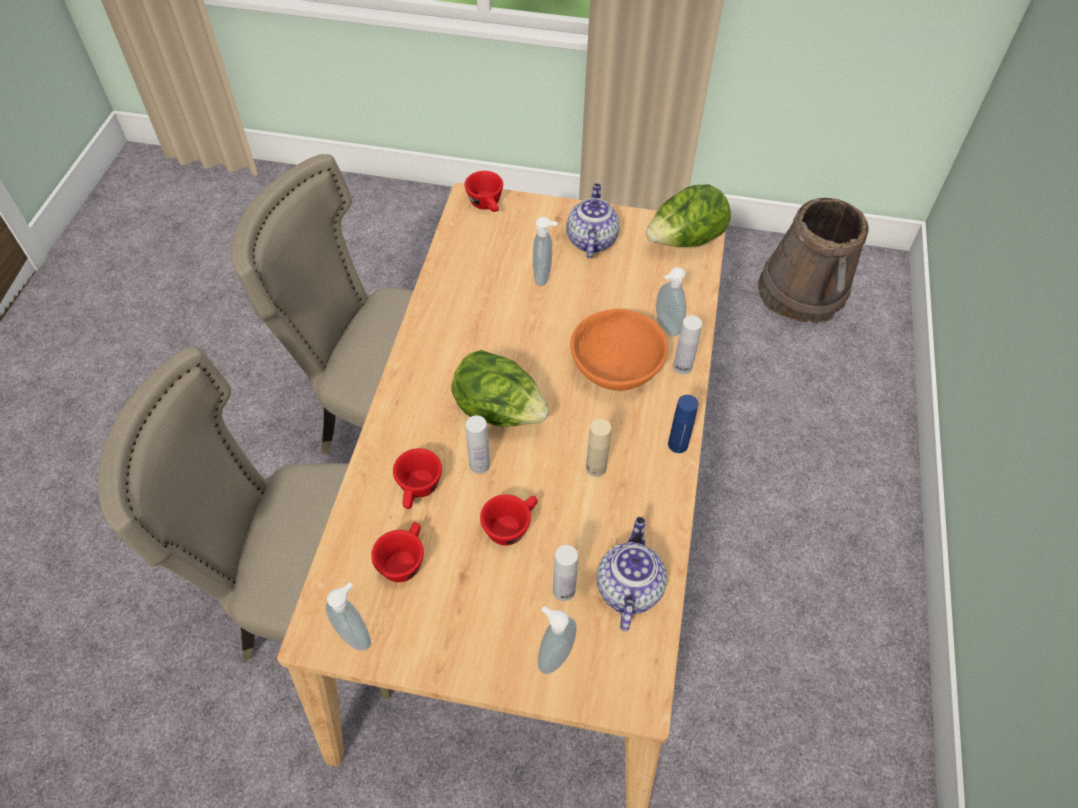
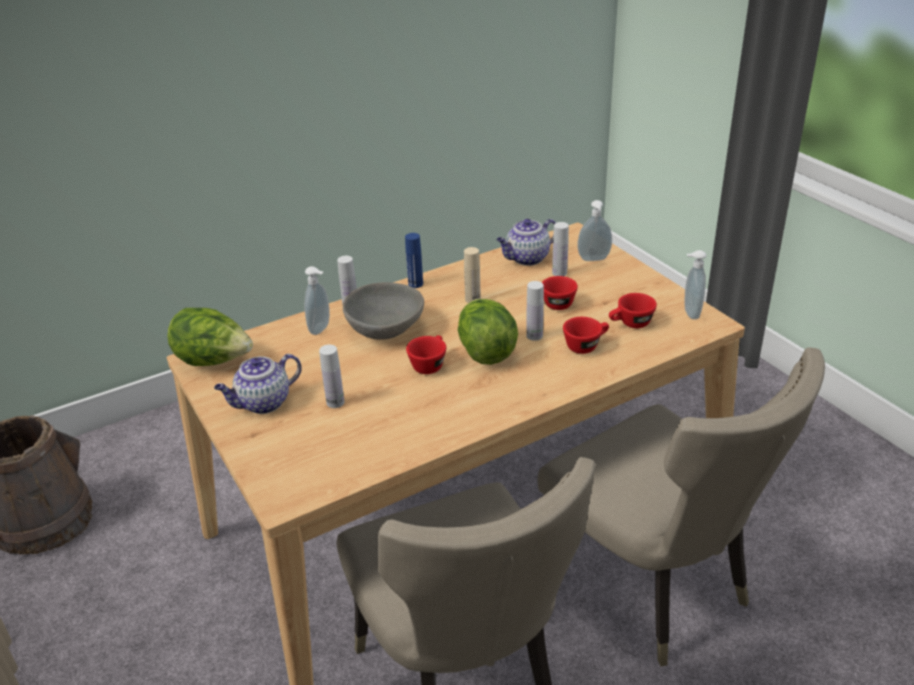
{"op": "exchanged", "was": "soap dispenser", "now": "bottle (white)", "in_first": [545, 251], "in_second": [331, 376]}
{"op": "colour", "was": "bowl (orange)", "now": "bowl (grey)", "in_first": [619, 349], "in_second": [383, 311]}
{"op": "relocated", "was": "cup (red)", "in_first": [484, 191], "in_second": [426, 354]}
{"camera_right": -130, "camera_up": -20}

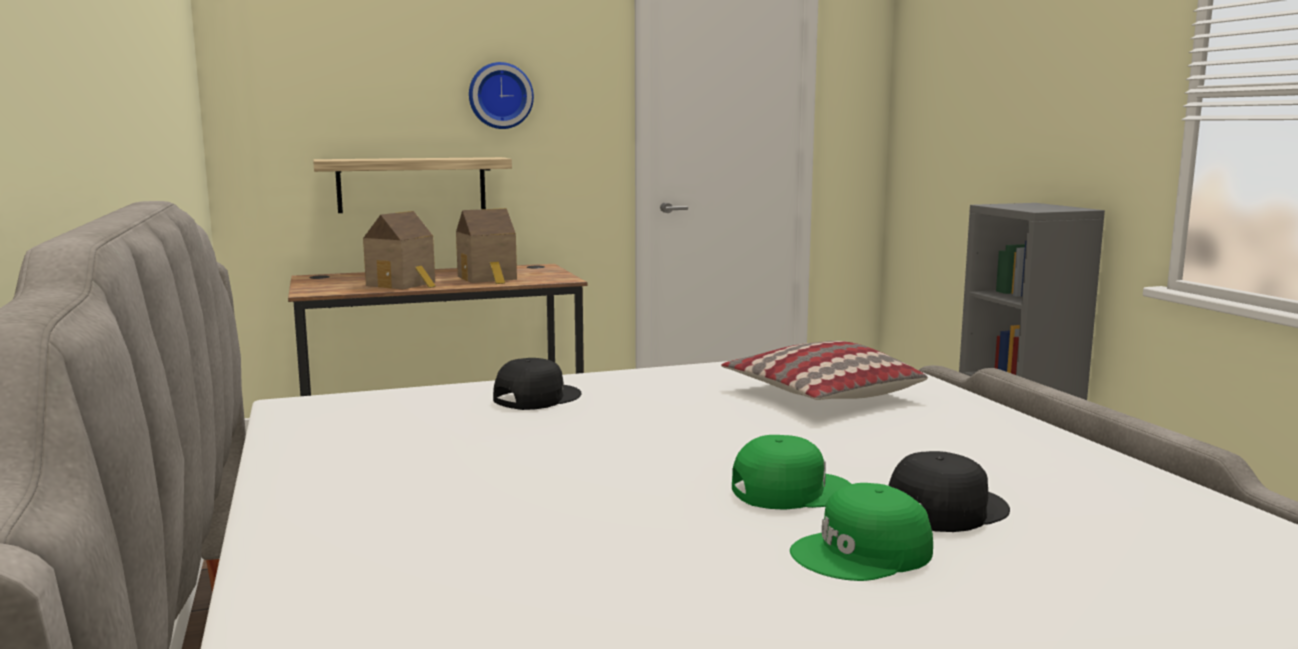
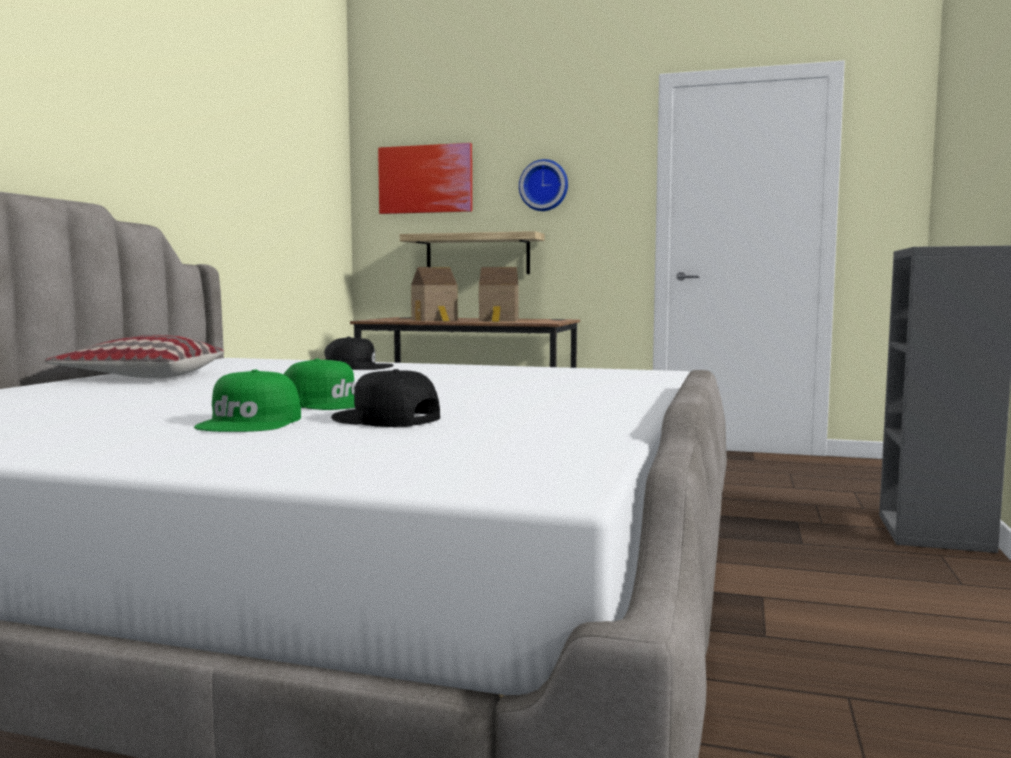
{"op": "relocated", "was": "pillow", "in_first": [824, 370], "in_second": [134, 356]}
{"op": "spun", "was": "cap (green)", "in_first": [861, 532], "in_second": [247, 401], "clockwise": -90}
{"op": "spun", "was": "cap (black)", "in_first": [949, 491], "in_second": [385, 398], "clockwise": -150}
{"op": "appeared", "now": "picture", "in_second": [425, 178]}
{"camera_right": 35, "camera_up": -5}

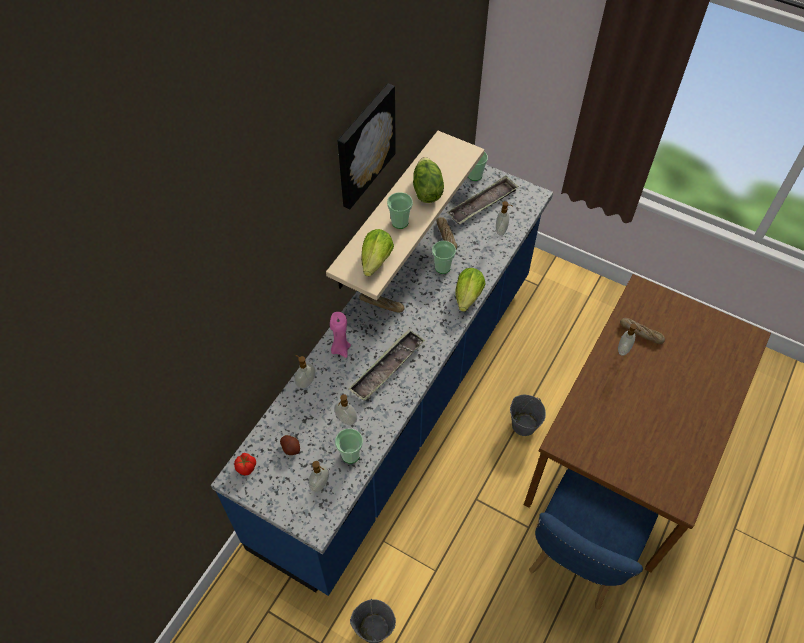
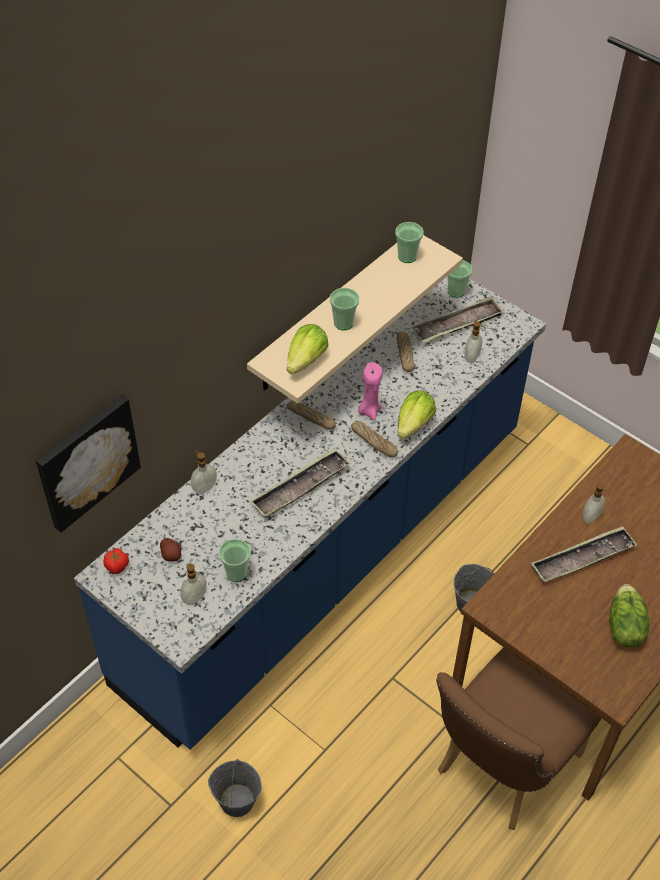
{"op": "relocated", "was": "picture", "in_first": [366, 146], "in_second": [88, 464]}
{"op": "relocated", "was": "bread", "in_first": [642, 331], "in_second": [374, 439]}
{"op": "relocated", "was": "candle (pink)", "in_first": [340, 335], "in_second": [370, 391]}
{"op": "relocated", "was": "cup", "in_first": [444, 257], "in_second": [409, 242]}
{"op": "colour", "was": "chair (blue)", "now": "chair (brown)", "in_first": [594, 539], "in_second": [518, 739]}
{"op": "appeared", "now": "tray", "in_second": [584, 554]}
{"op": "relocated", "was": "lettuce", "in_first": [428, 180], "in_second": [629, 616]}
{"op": "missing", "was": "soap dispenser", "in_first": [345, 409]}
{"camera_right": 10, "camera_up": -5}

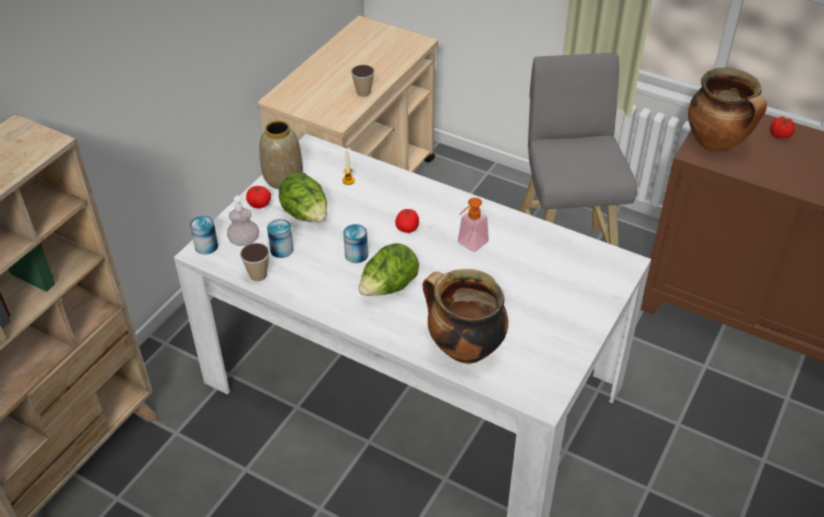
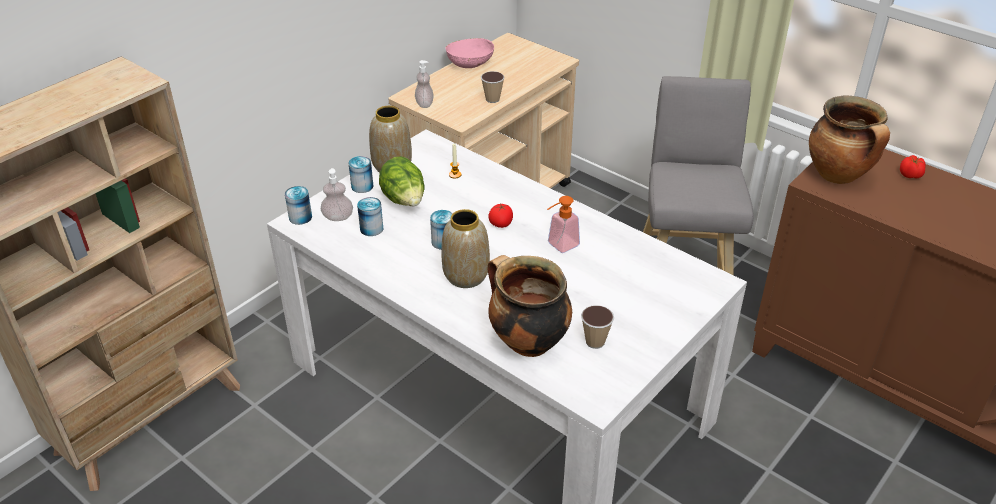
{"op": "exchanged", "was": "tomato", "now": "can", "in_first": [258, 197], "in_second": [360, 174]}
{"op": "appeared", "now": "soap dispenser", "in_second": [424, 84]}
{"op": "exchanged", "was": "lettuce", "now": "vase", "in_first": [389, 269], "in_second": [465, 248]}
{"op": "appeared", "now": "bowl (pink)", "in_second": [469, 53]}
{"op": "relocated", "was": "cup", "in_first": [255, 262], "in_second": [597, 327]}
{"camera_right": 10, "camera_up": -5}

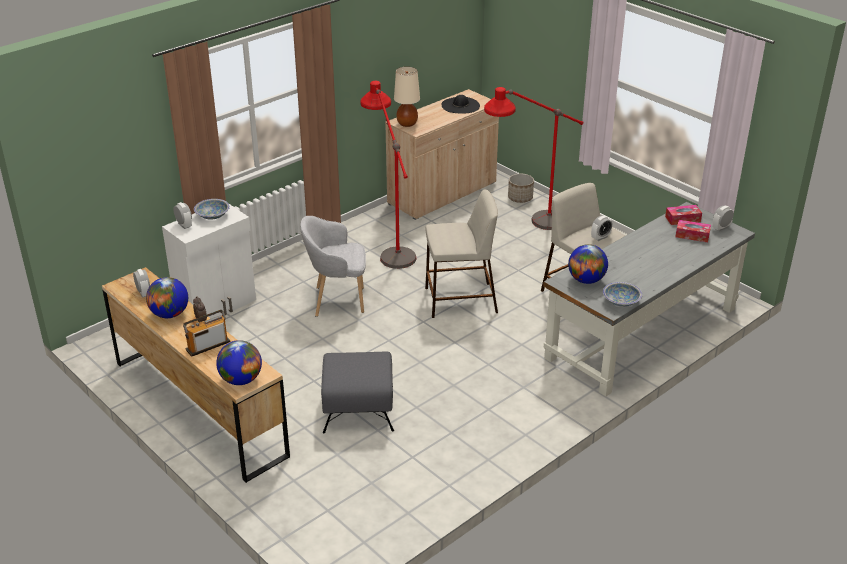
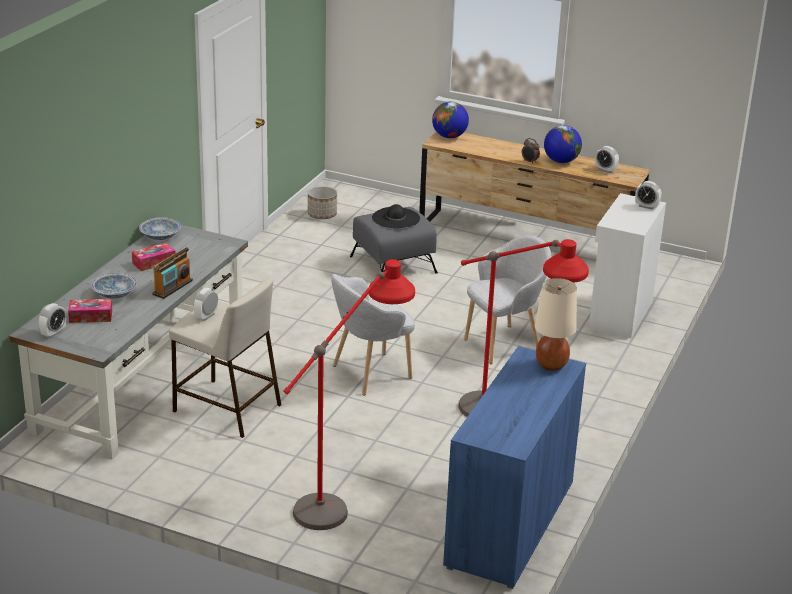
{"op": "relocated", "was": "bowl", "in_first": [212, 209], "in_second": [114, 286]}
{"op": "relocated", "was": "tissue box", "in_first": [683, 215], "in_second": [153, 257]}
{"op": "relocated", "was": "radio", "in_first": [207, 333], "in_second": [172, 273]}
{"op": "relocated", "was": "planter", "in_first": [521, 188], "in_second": [322, 202]}
{"op": "exchanged", "was": "stool (beige)", "now": "armchair (grey)", "in_first": [461, 253], "in_second": [373, 334]}
{"op": "relocated", "was": "hat (black)", "in_first": [461, 104], "in_second": [396, 216]}
{"op": "colour", "was": "cabinet (beige)", "now": "cabinet (blue)", "in_first": [442, 154], "in_second": [514, 467]}
{"op": "missing", "was": "globe", "in_first": [588, 264]}
{"camera_right": 155, "camera_up": -5}

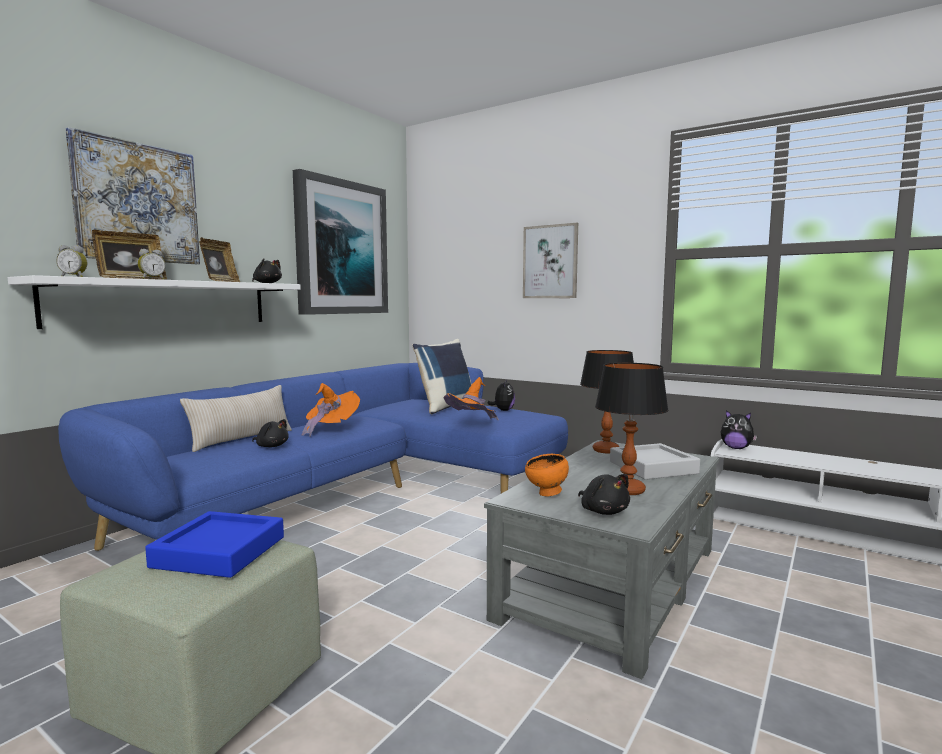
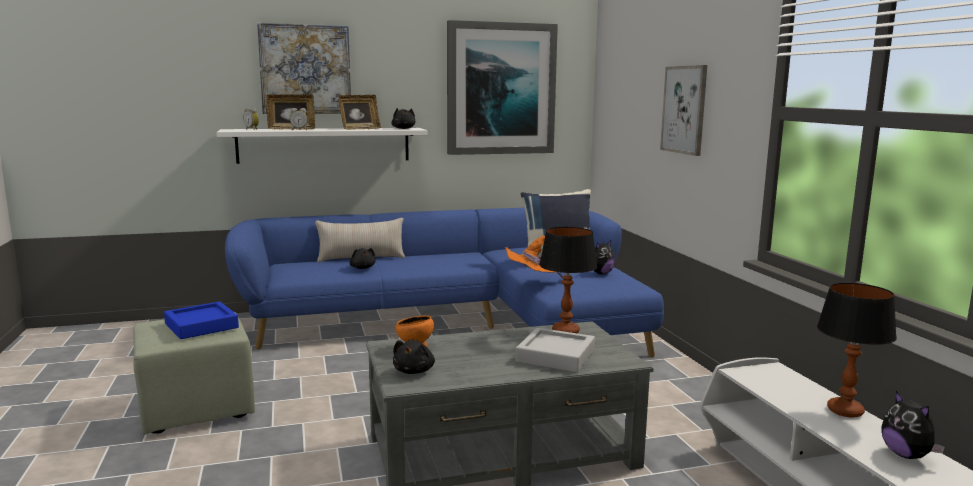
{"op": "relocated", "was": "table lamp", "in_first": [632, 429], "in_second": [857, 350]}
{"op": "relocated", "was": "plush toy", "in_first": [739, 429], "in_second": [913, 425]}
{"op": "missing", "was": "hat (orange)", "in_first": [330, 410]}
{"camera_right": 40, "camera_up": 5}

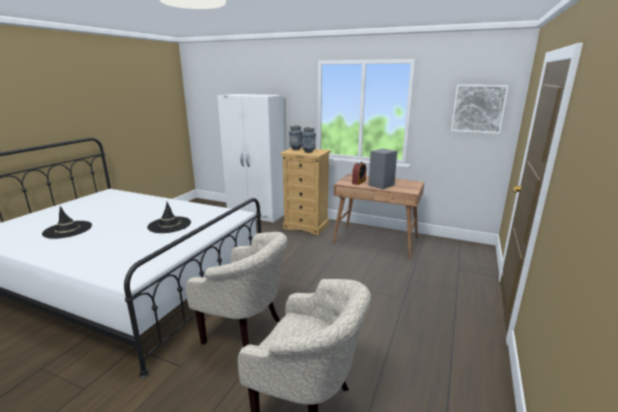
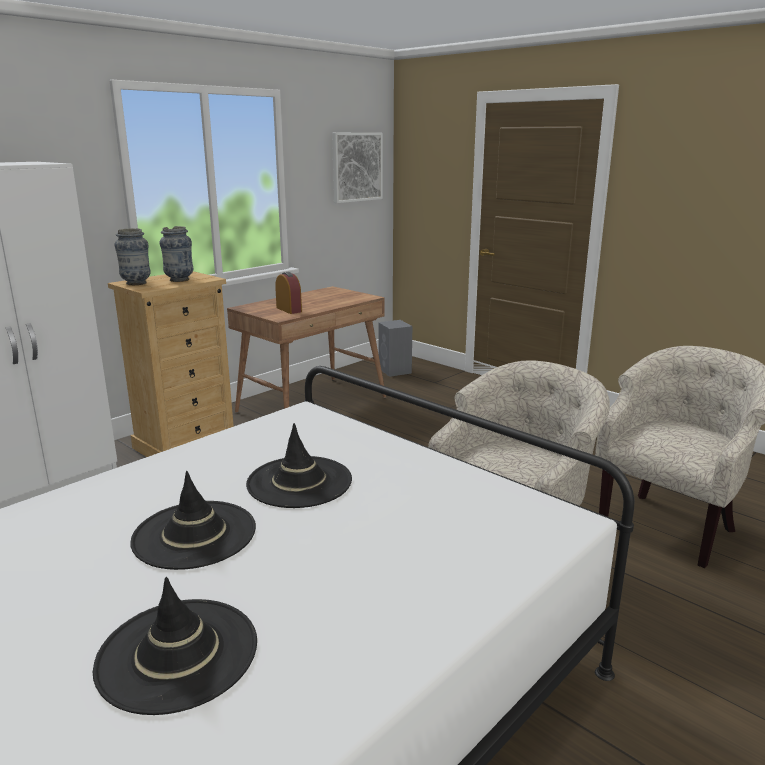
{"op": "appeared", "now": "hat (black)", "in_second": [193, 520]}
{"op": "relocated", "was": "speaker (grey)", "in_first": [382, 168], "in_second": [395, 348]}
{"camera_right": -70, "camera_up": 0}

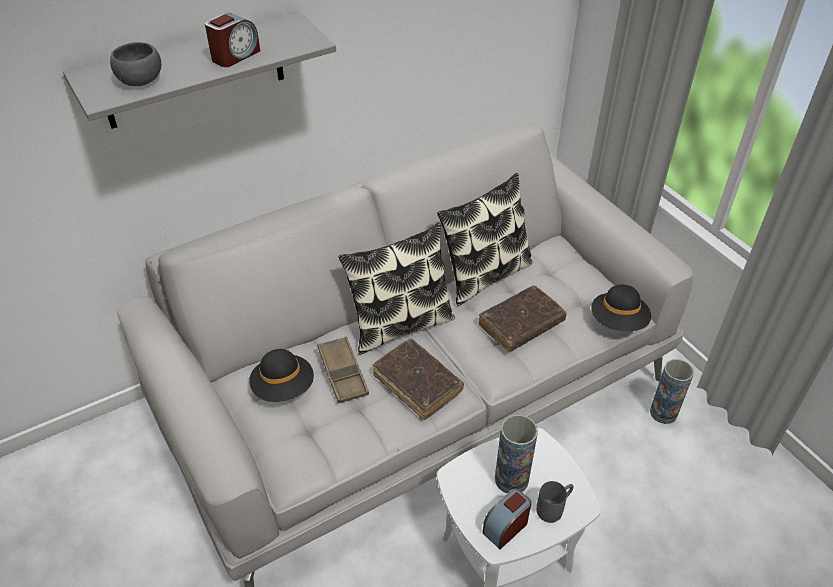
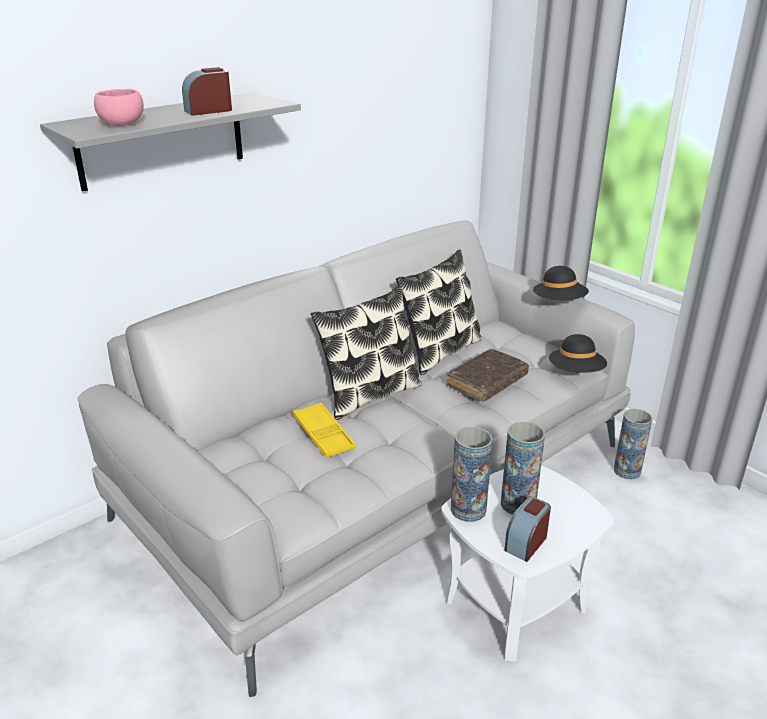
{"op": "colour", "was": "bowl (grey)", "now": "bowl (pink)", "in_first": [135, 64], "in_second": [119, 107]}
{"op": "spun", "was": "alarm clock", "in_first": [232, 40], "in_second": [207, 91], "clockwise": -150}
{"op": "colour", "was": "tray (brown)", "now": "tray (yellow)", "in_first": [343, 369], "in_second": [324, 430]}
{"op": "appeared", "now": "vase", "in_second": [472, 474]}
{"op": "relocated", "was": "hat (black)", "in_first": [281, 375], "in_second": [561, 283]}
{"op": "missing", "was": "book (brown)", "in_first": [418, 379]}
{"op": "missing", "was": "mug (grey)", "in_first": [554, 502]}
{"camera_right": -10, "camera_up": -15}

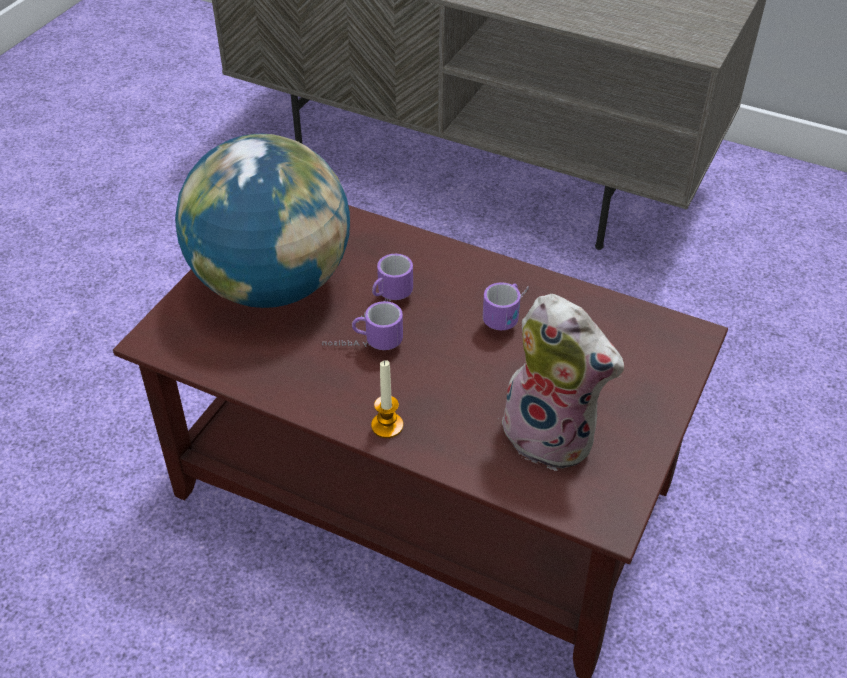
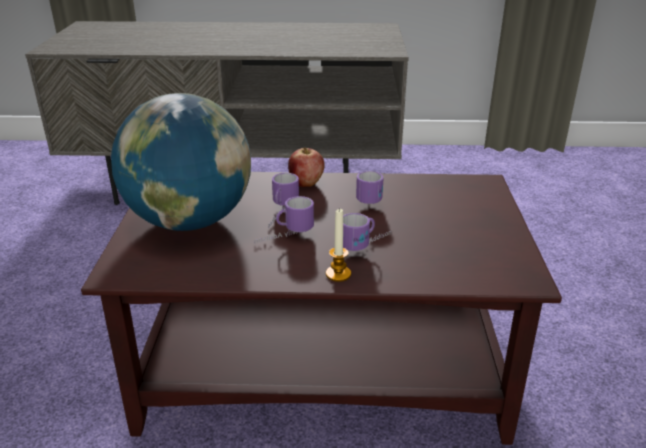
{"op": "appeared", "now": "apple", "in_second": [306, 167]}
{"op": "appeared", "now": "mug", "in_second": [367, 232]}
{"op": "missing", "was": "plush toy", "in_first": [563, 382]}
{"camera_right": -25, "camera_up": -15}

